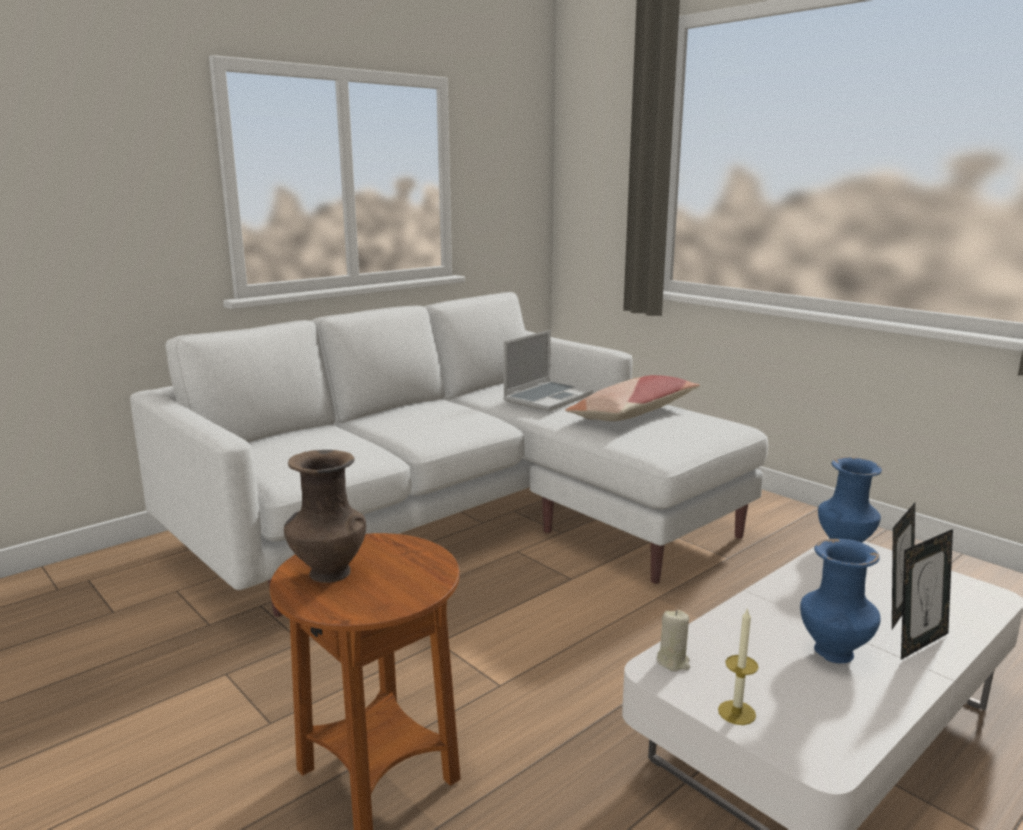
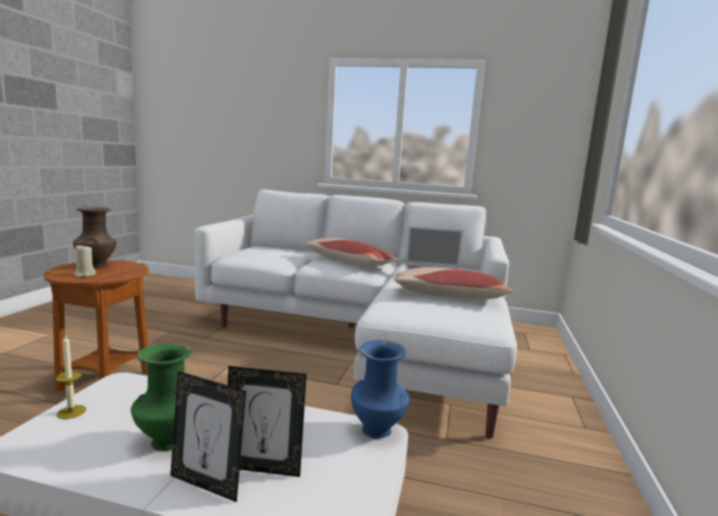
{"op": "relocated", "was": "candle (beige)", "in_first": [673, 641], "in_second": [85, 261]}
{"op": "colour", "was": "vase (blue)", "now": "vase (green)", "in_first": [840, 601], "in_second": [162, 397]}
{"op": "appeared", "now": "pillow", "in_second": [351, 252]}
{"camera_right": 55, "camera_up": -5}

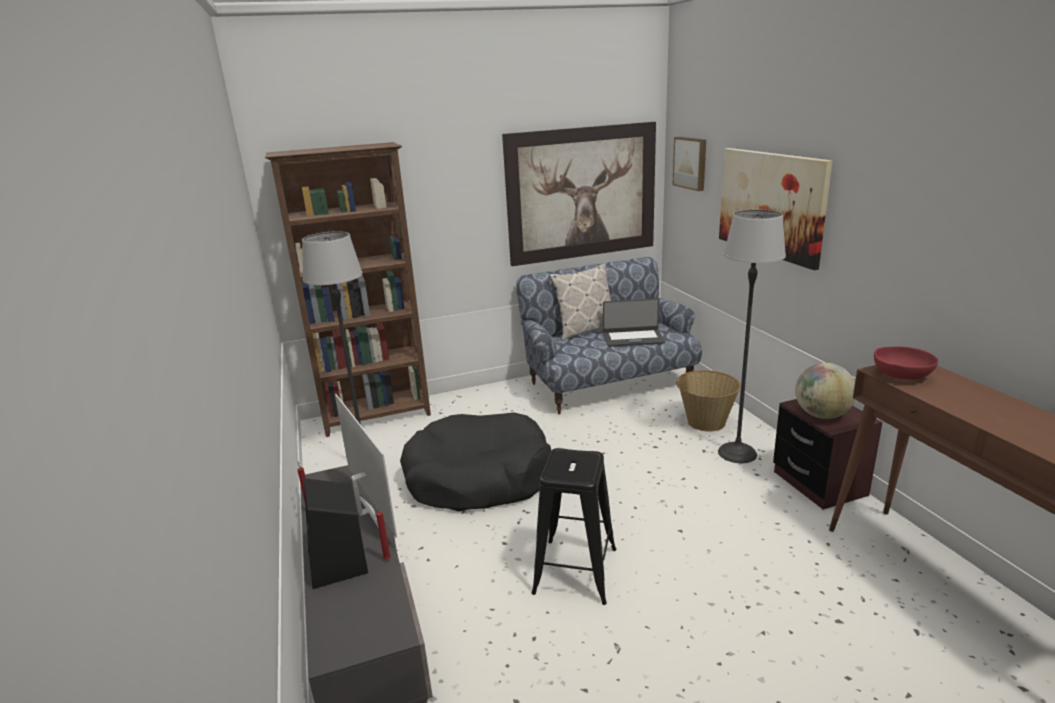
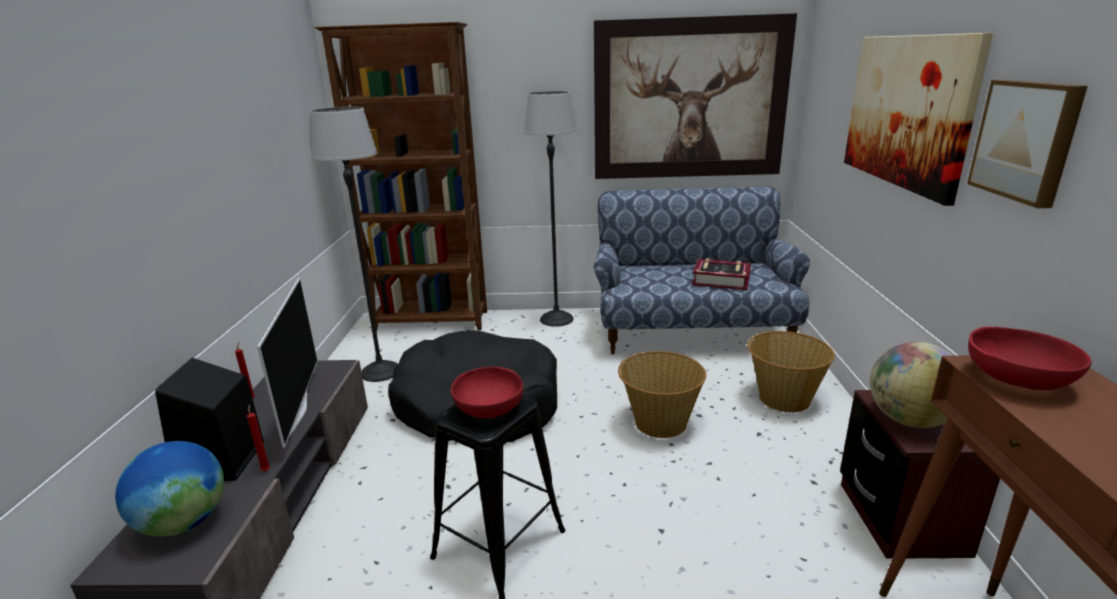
{"op": "appeared", "now": "globe", "in_second": [169, 489]}
{"op": "appeared", "now": "bowl (red)", "in_second": [487, 392]}
{"op": "relocated", "was": "floor lamp", "in_first": [752, 336], "in_second": [550, 209]}
{"op": "appeared", "now": "basket", "in_second": [662, 394]}
{"op": "exchanged", "was": "laptop", "now": "book", "in_first": [634, 322], "in_second": [721, 274]}
{"op": "relocated", "was": "picture", "in_first": [689, 164], "in_second": [1027, 144]}
{"op": "missing", "was": "pillow", "in_first": [580, 302]}
{"camera_right": 20, "camera_up": 0}

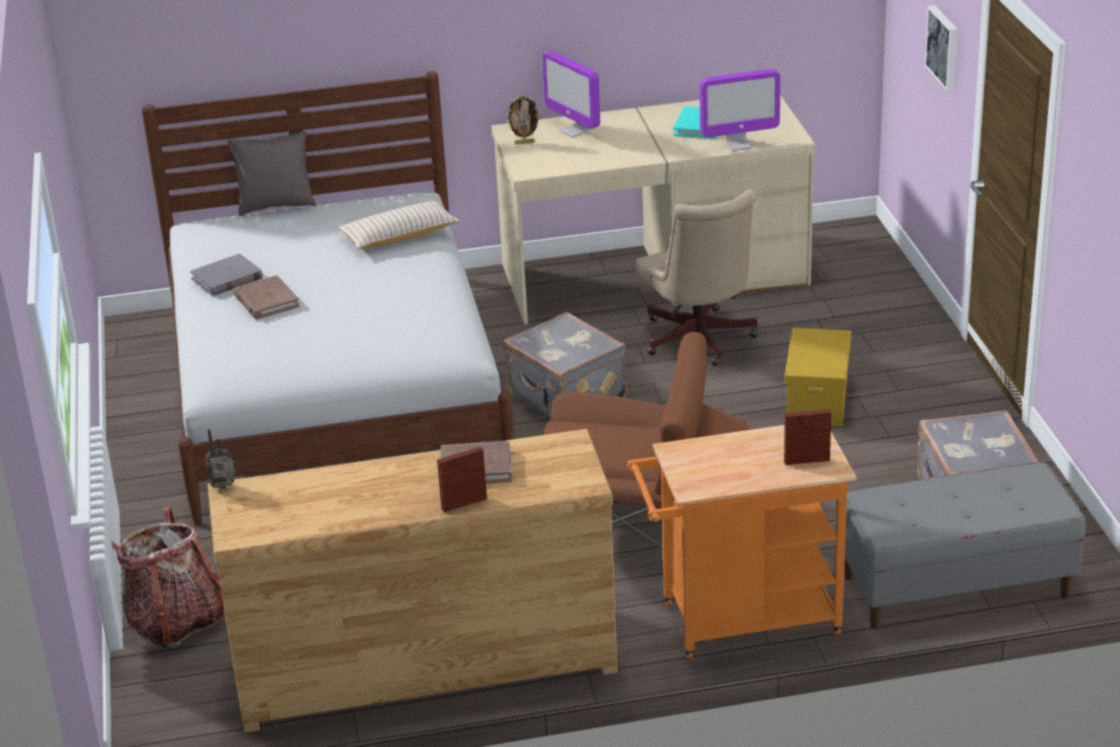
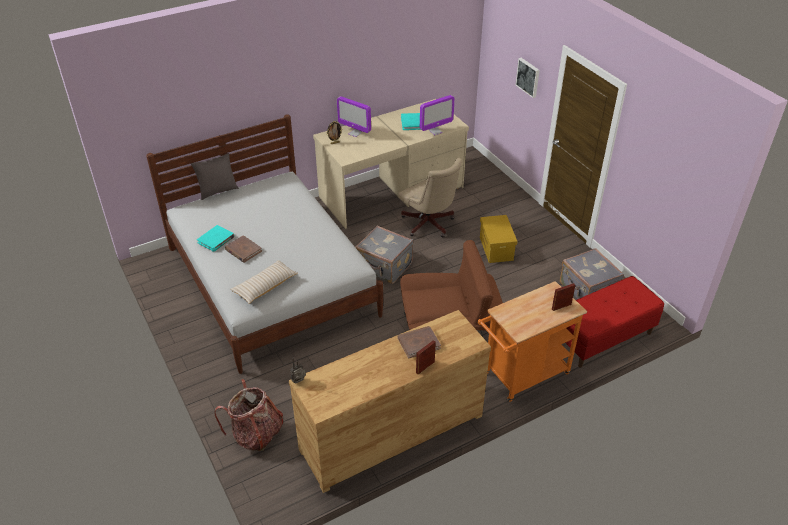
{"op": "colour", "was": "book (grey)", "now": "book (turquoise)", "in_first": [226, 275], "in_second": [216, 238]}
{"op": "relocated", "was": "pillow (beige)", "in_first": [399, 225], "in_second": [264, 282]}
{"op": "colour", "was": "bench (grey)", "now": "bench (red)", "in_first": [965, 545], "in_second": [615, 322]}
{"camera_right": -20, "camera_up": 10}

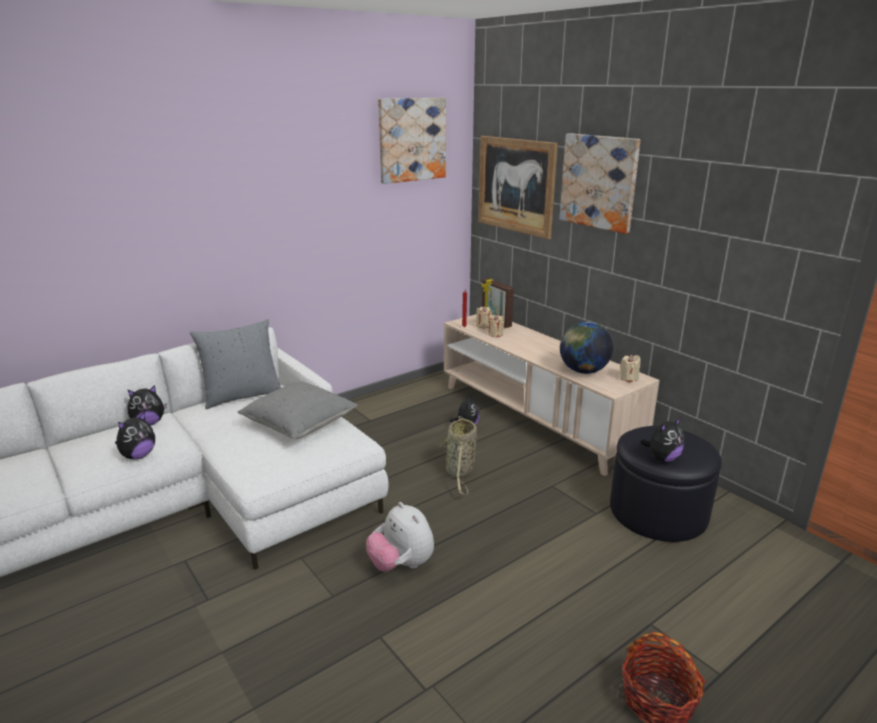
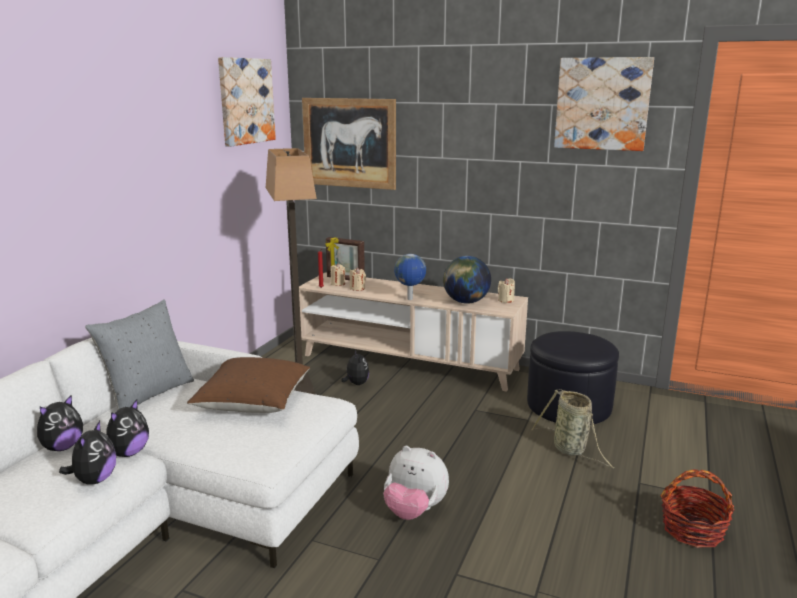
{"op": "relocated", "was": "plush toy", "in_first": [662, 439], "in_second": [127, 428]}
{"op": "colour", "was": "pillow (grey)", "now": "pillow (brown)", "in_first": [298, 410], "in_second": [248, 385]}
{"op": "appeared", "now": "floor lamp", "in_second": [291, 271]}
{"op": "appeared", "now": "globe", "in_second": [410, 277]}
{"op": "relocated", "was": "basket", "in_first": [458, 455], "in_second": [572, 428]}
{"op": "relocated", "was": "picture", "in_first": [600, 183], "in_second": [604, 104]}
{"camera_right": -30, "camera_up": -5}

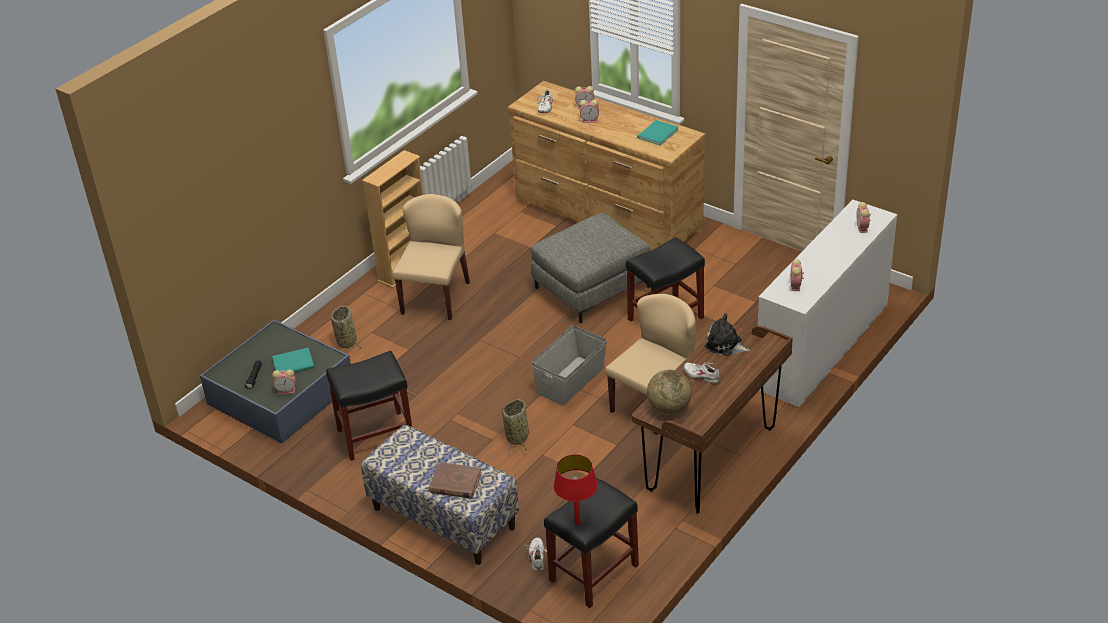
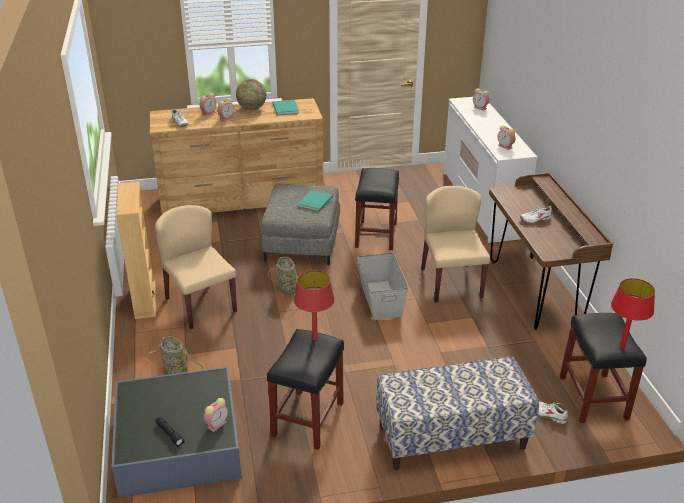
{"op": "relocated", "was": "globe", "in_first": [669, 392], "in_second": [251, 94]}
{"op": "relocated", "was": "basket", "in_first": [515, 426], "in_second": [289, 277]}
{"op": "appeared", "now": "table lamp (red)", "in_second": [314, 305]}
{"op": "relocated", "was": "book (turquoise)", "in_first": [293, 360], "in_second": [315, 201]}
{"op": "missing", "was": "book (brown)", "in_first": [455, 480]}
{"op": "missing", "was": "plush toy", "in_first": [727, 334]}
{"camera_right": -50, "camera_up": -5}

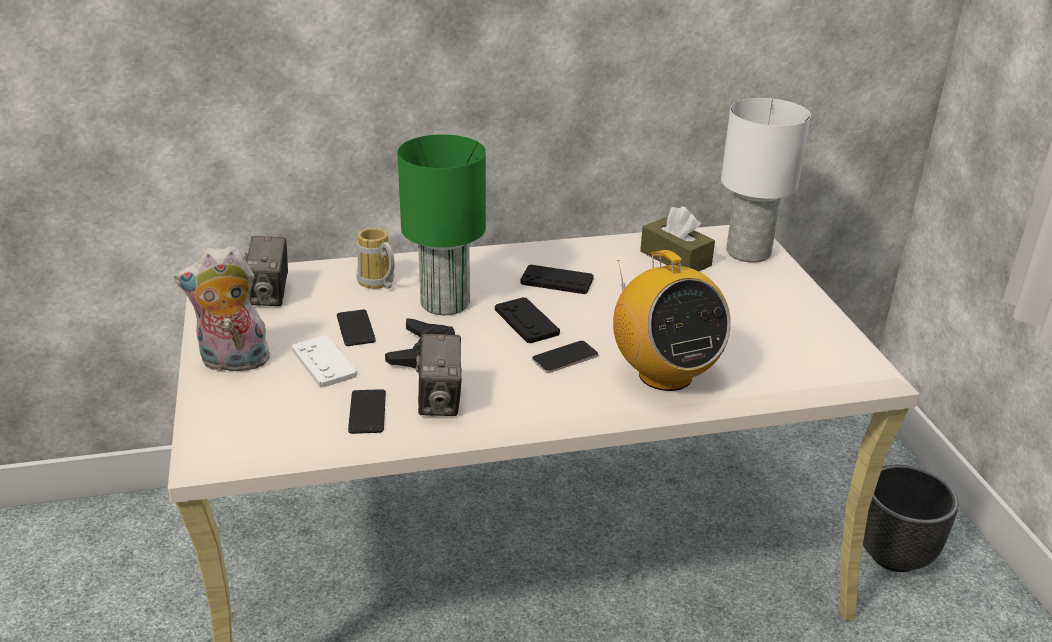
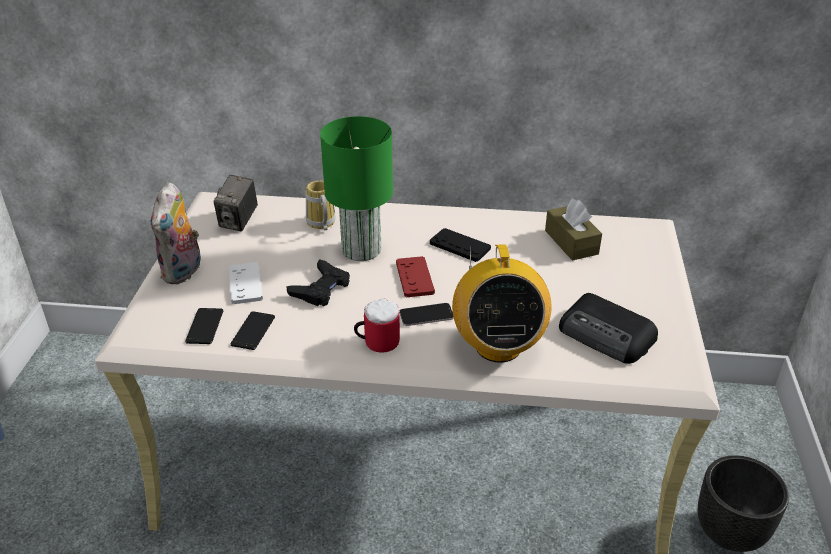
{"op": "spun", "was": "plush toy", "in_first": [223, 310], "in_second": [176, 233], "clockwise": -90}
{"op": "relocated", "was": "phone", "in_first": [356, 327], "in_second": [204, 326]}
{"op": "appeared", "now": "mug", "in_second": [377, 325]}
{"op": "colour", "was": "game controller (black)", "now": "game controller (red)", "in_first": [527, 320], "in_second": [415, 277]}
{"op": "appeared", "now": "radio", "in_second": [608, 328]}
{"op": "missing", "was": "photo camera", "in_first": [439, 375]}
{"op": "missing", "was": "table lamp (white)", "in_first": [766, 180]}
{"camera_right": 20, "camera_up": 5}

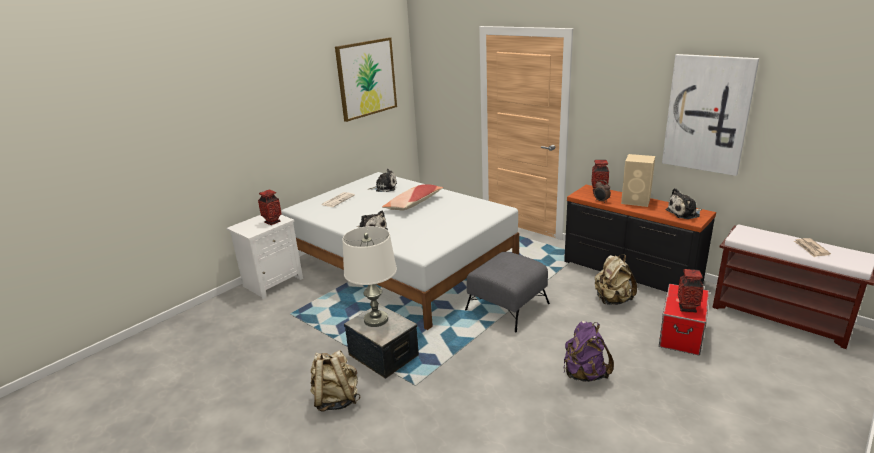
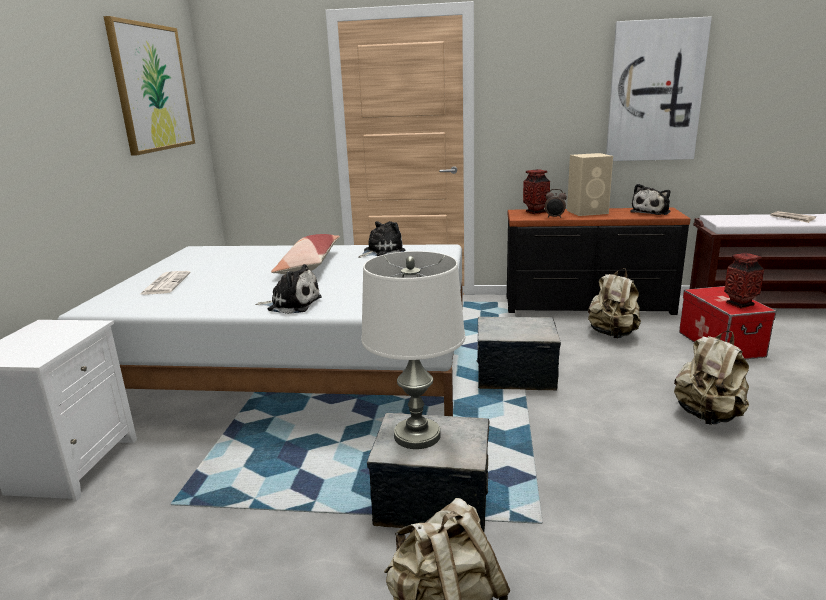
{"op": "relocated", "was": "plush toy", "in_first": [382, 180], "in_second": [382, 239]}
{"op": "exchanged", "was": "ottoman (grey)", "now": "storage box", "in_first": [507, 292], "in_second": [518, 354]}
{"op": "colour", "was": "backpack (purple)", "now": "backpack (beige)", "in_first": [588, 351], "in_second": [711, 378]}
{"op": "missing", "was": "vase", "in_first": [270, 207]}
{"camera_right": -35, "camera_up": -5}

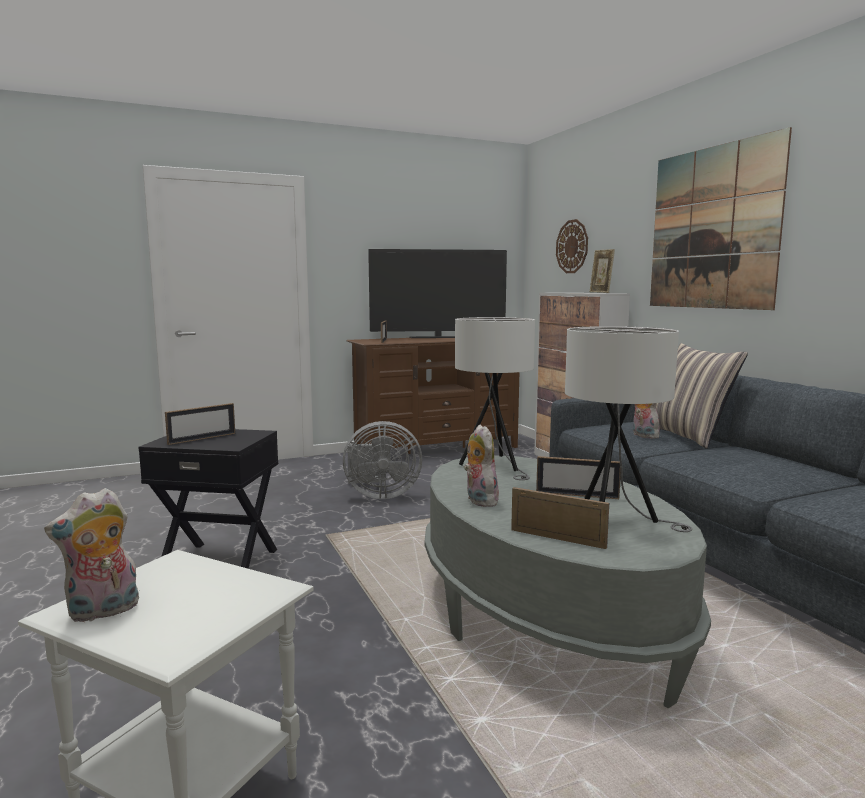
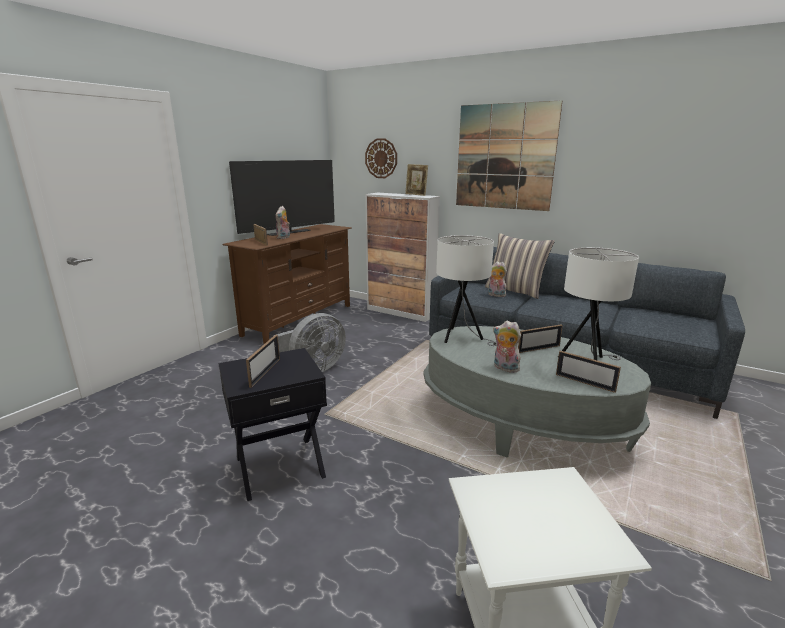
{"op": "relocated", "was": "plush toy", "in_first": [91, 555], "in_second": [282, 222]}
{"op": "spun", "was": "picture frame", "in_first": [560, 518], "in_second": [588, 372], "clockwise": -135}
{"camera_right": -35, "camera_up": 10}

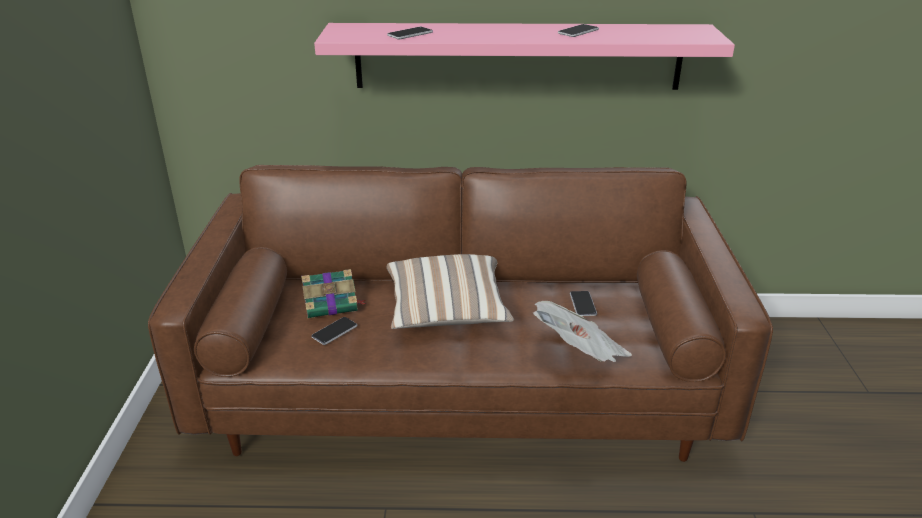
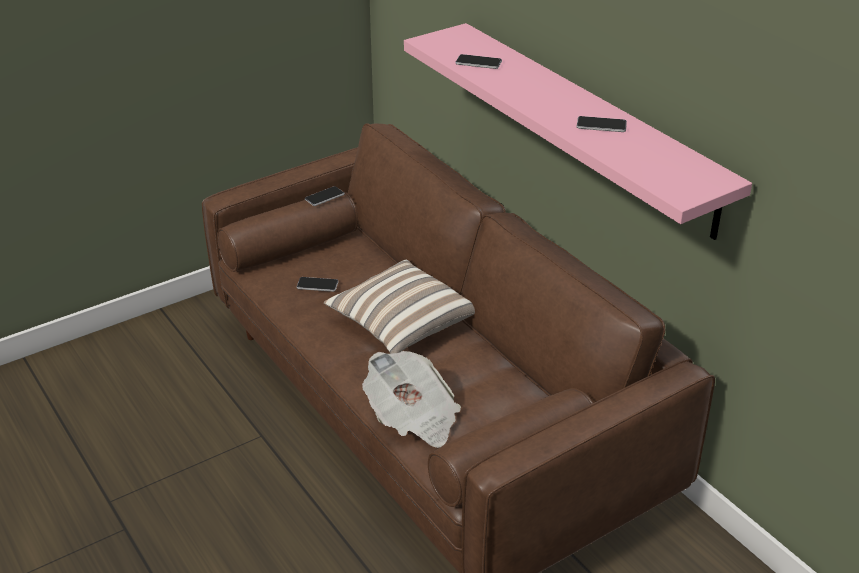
{"op": "relocated", "was": "phone", "in_first": [583, 303], "in_second": [324, 196]}
{"op": "missing", "was": "book", "in_first": [333, 293]}
{"camera_right": 55, "camera_up": 5}

